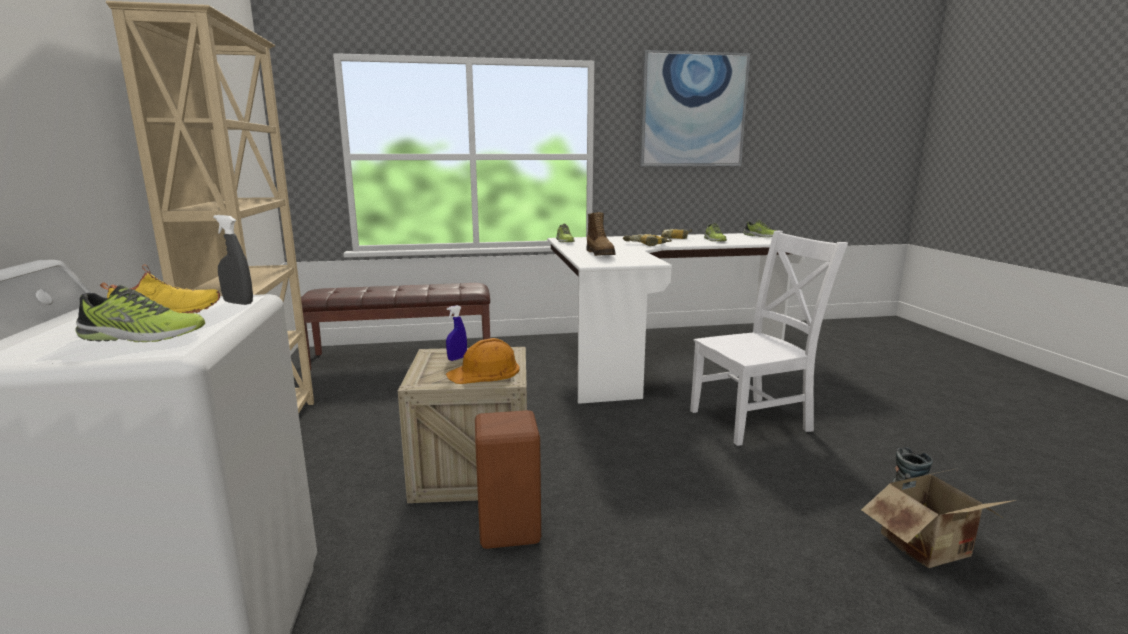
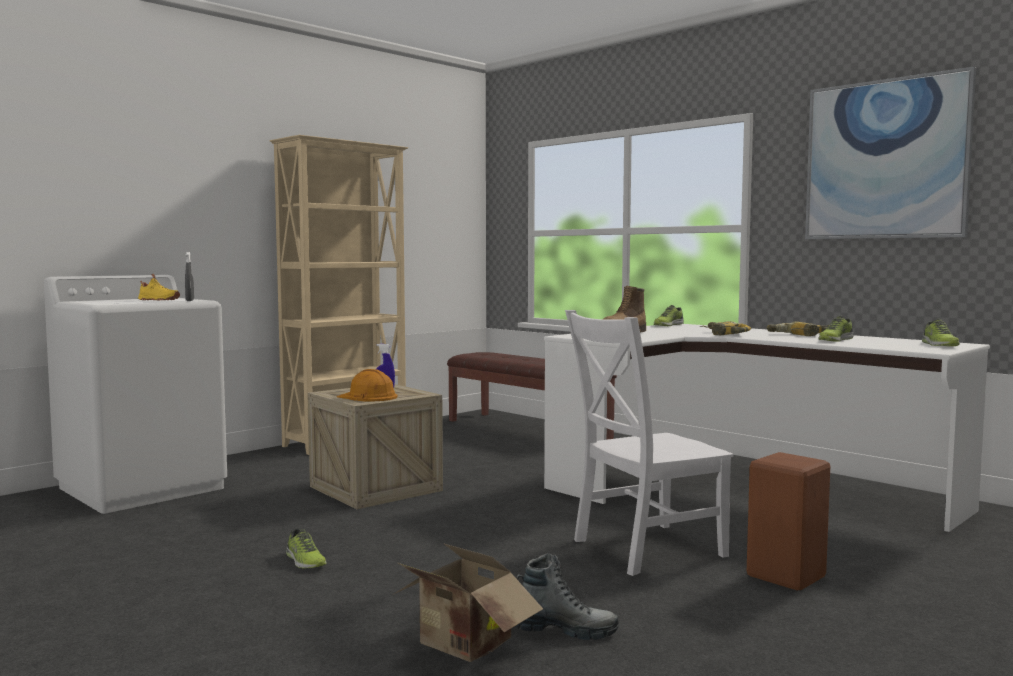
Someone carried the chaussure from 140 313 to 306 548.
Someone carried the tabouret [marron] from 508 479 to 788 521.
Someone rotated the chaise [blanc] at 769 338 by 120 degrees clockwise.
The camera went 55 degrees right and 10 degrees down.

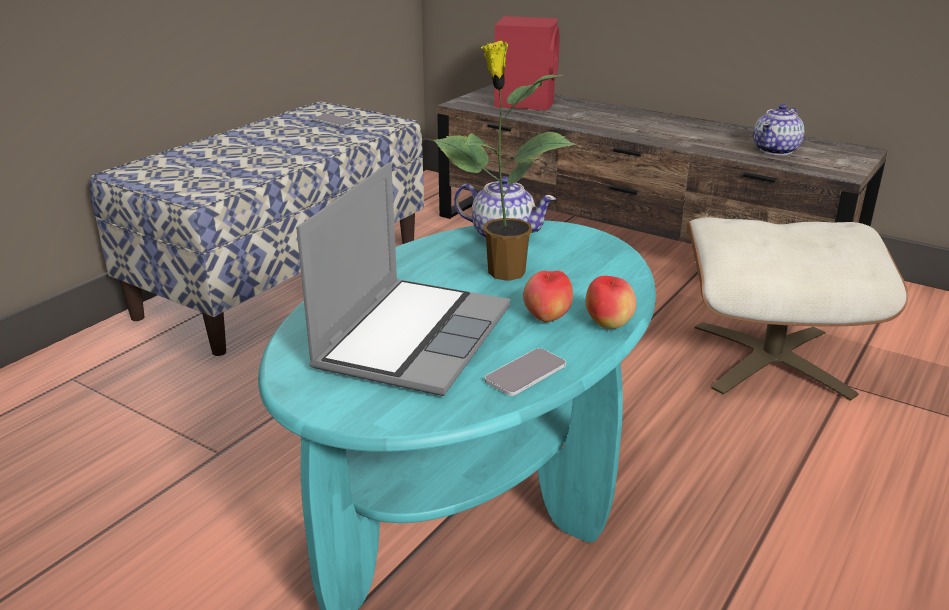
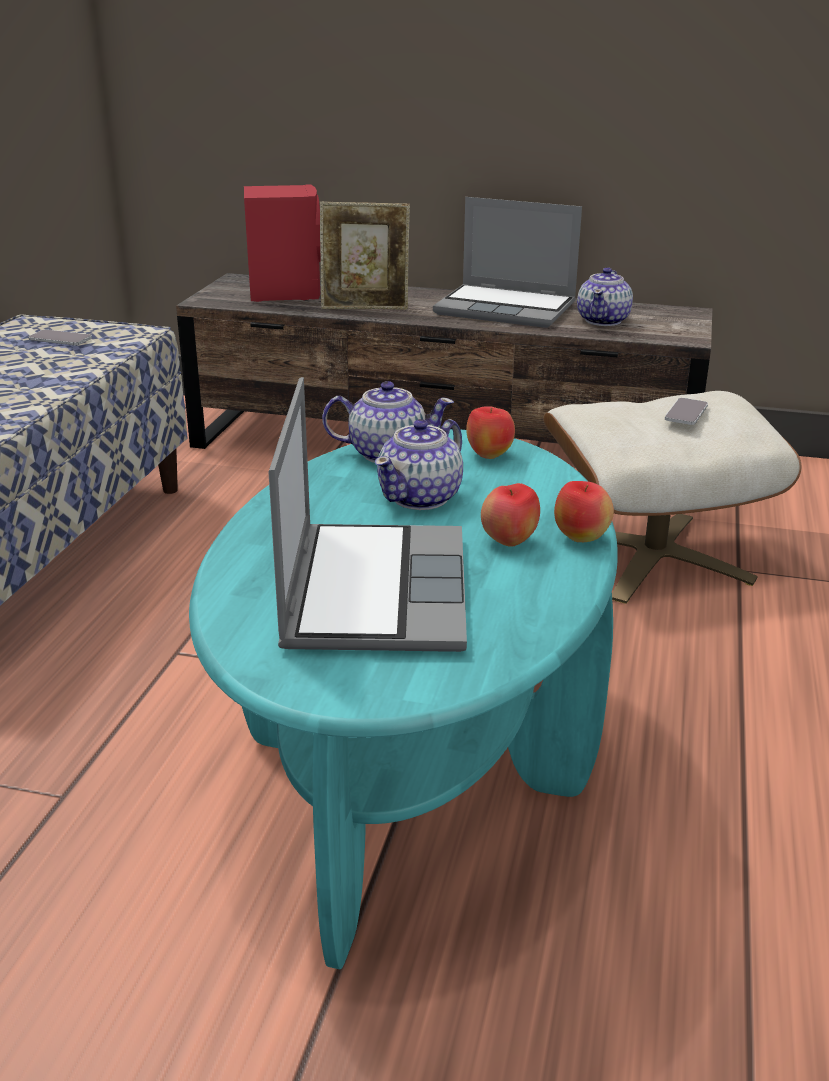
Someone swapped the plante en pot at 504 161 for the théière at 419 464.
Someone carried the téléphone from 525 372 to 686 411.
Someone put down the cadre photo at 365 256.
Someone put down the ordinateur portable at 507 262.
Someone put down the pomme at 490 432.
The camera went 20 degrees left and 0 degrees up.

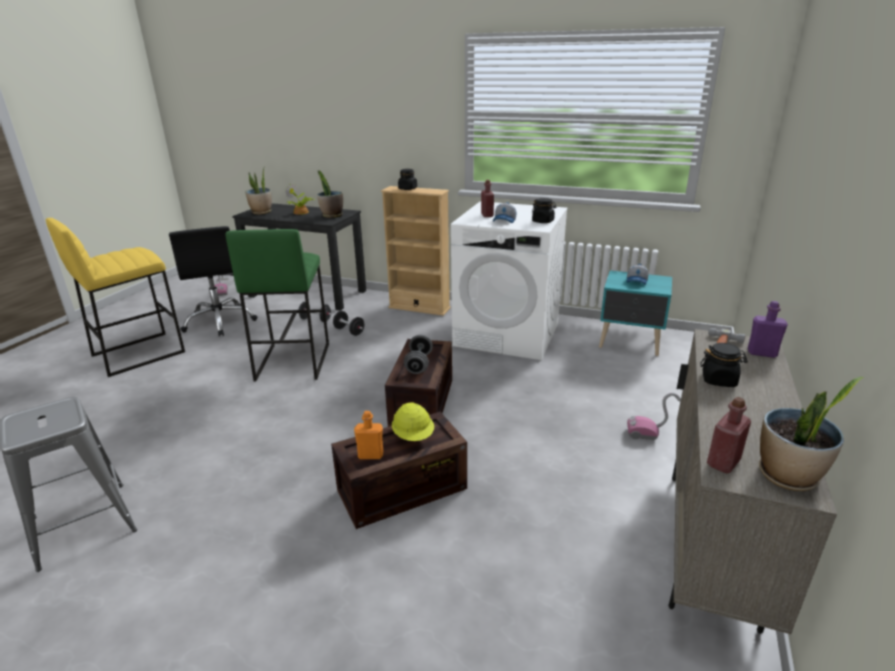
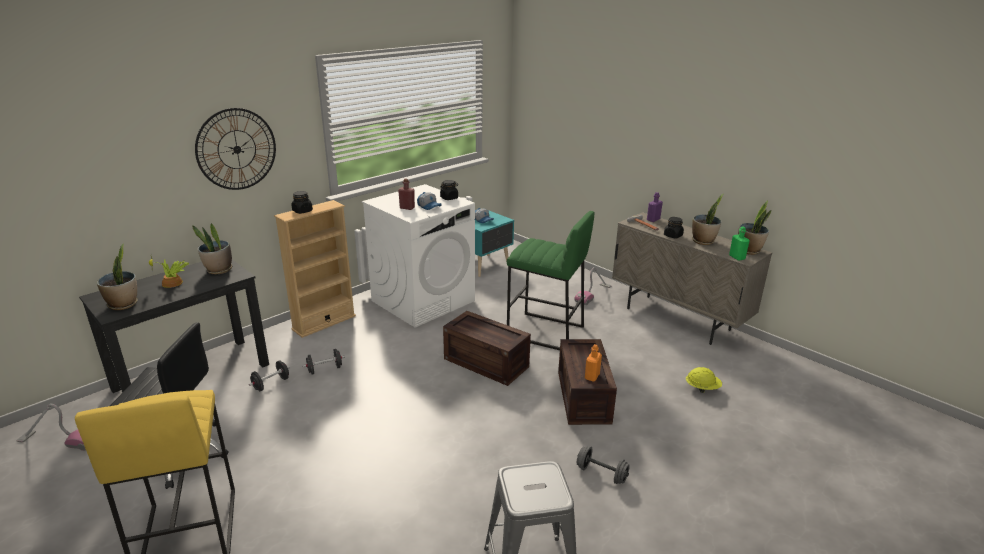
Someone carried the tabouret [vert] from 277 305 to 551 280.
Someone carried the casque de chantier [jaune] from 413 422 to 704 380.
Someone carried the haltère [gris] from 418 354 to 603 465.
Someone repainted the bouteille [rouge] at 729 435, which became the bouteille [vert] at 739 244.
Someone put up the horloge murale at 235 149.
Someone put down the plante en pot at 707 219.
The camera went 65 degrees left and 0 degrees up.

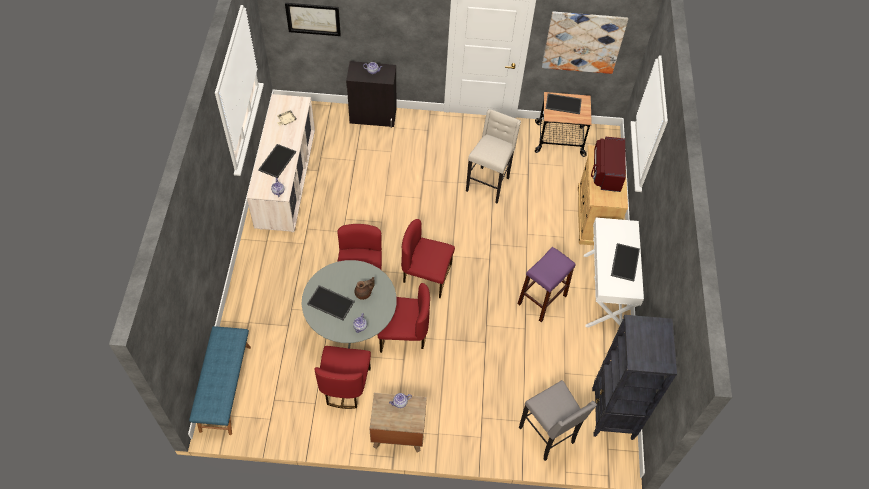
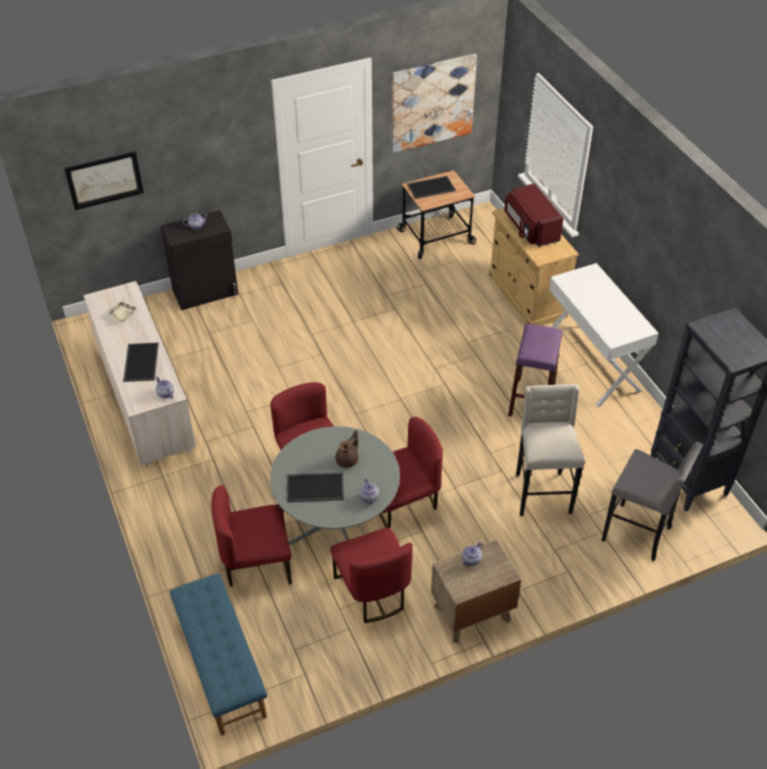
Someone carried the chaise [rouge] from 428 258 to 251 536.
Someone carried the tabouret [beige] from 493 156 to 550 450.
Someone took away the plateau at 625 262.
The camera went 25 degrees left and 10 degrees down.

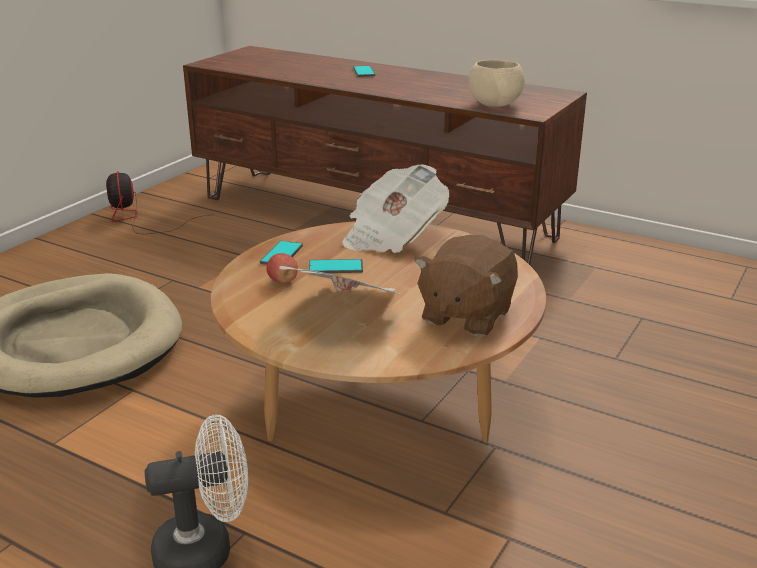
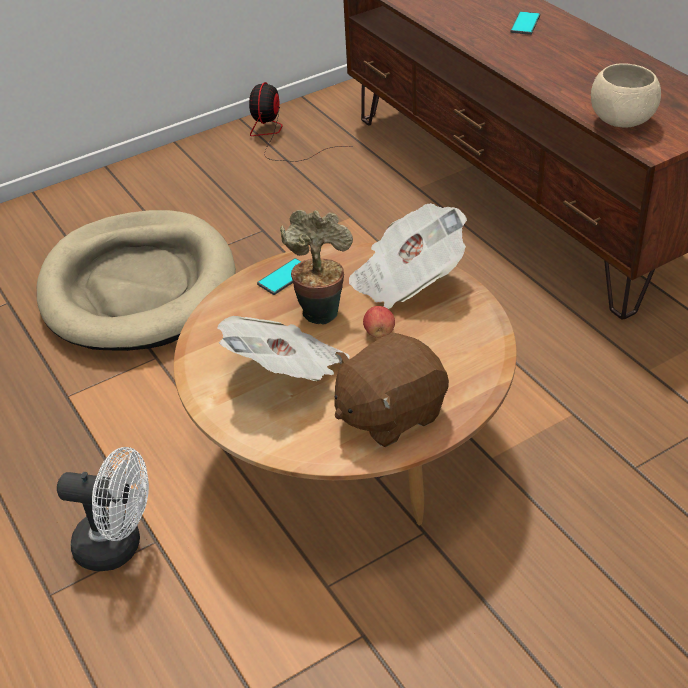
Someone carried the pomme from 282 268 to 379 322.
Someone swapped the téléphone at 336 266 for the plante en pot at 316 267.
The camera went 30 degrees right and 15 degrees up.

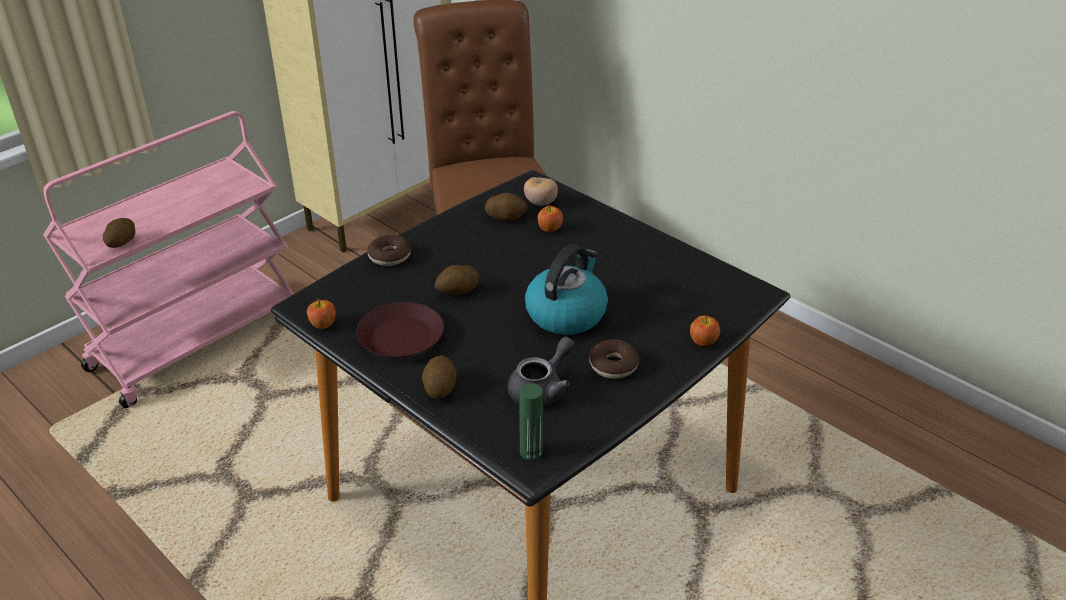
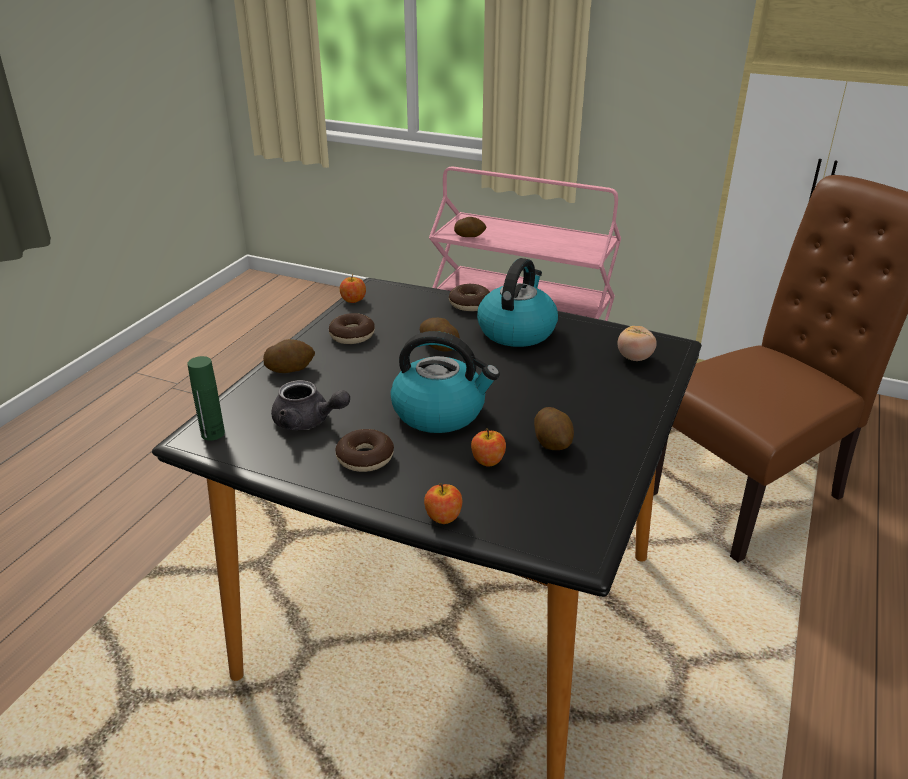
Someone swapped the assiette [marron] at 400 330 for the beignet at 352 328.
Someone carried the pomme de terre from 506 207 to 554 428.
Someone carried the pomme from 550 219 to 488 447.
Someone put down the bouilloire at 517 302.
The camera went 70 degrees right and 5 degrees down.

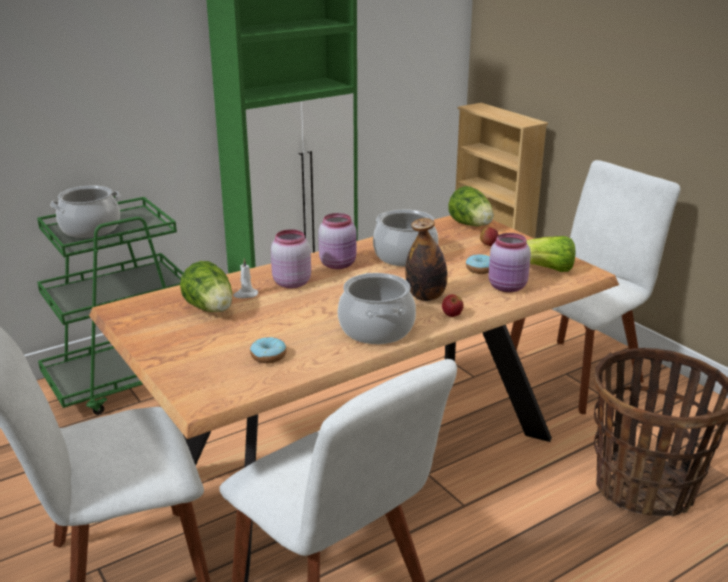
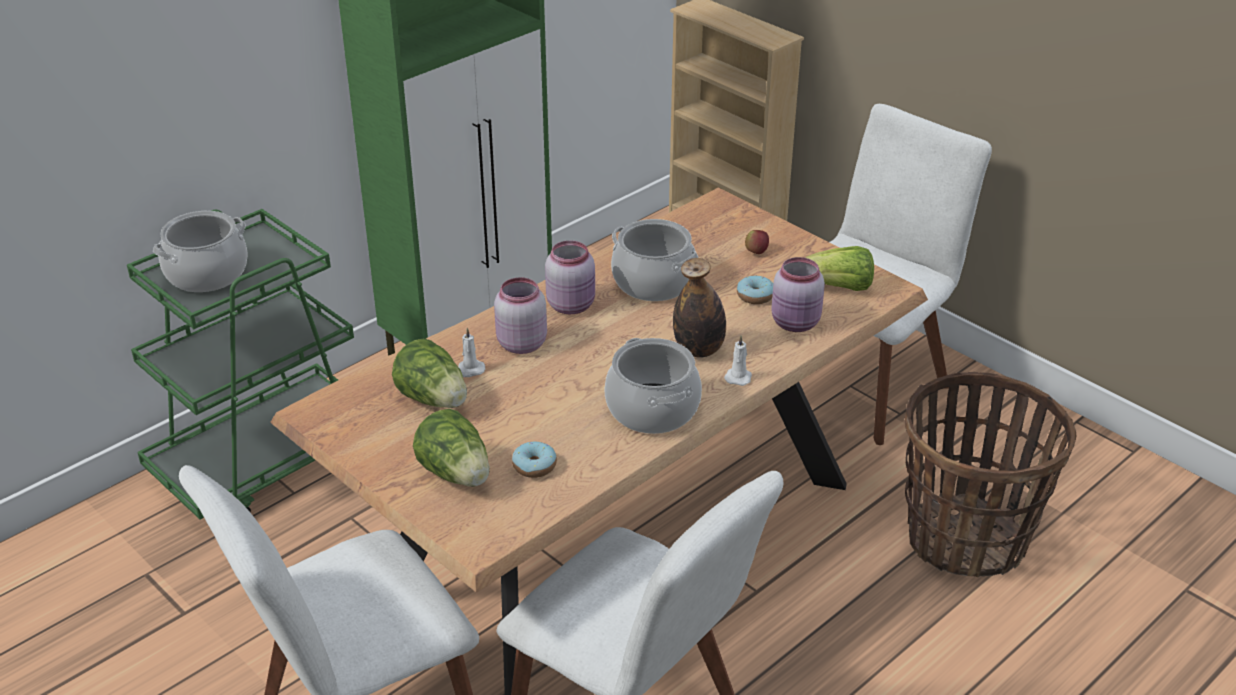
Someone swapped the pomme at 452 305 for the bougie [blanc] at 738 361.
Someone carried the laitue from 471 206 to 451 448.
The camera went 10 degrees left and 10 degrees up.

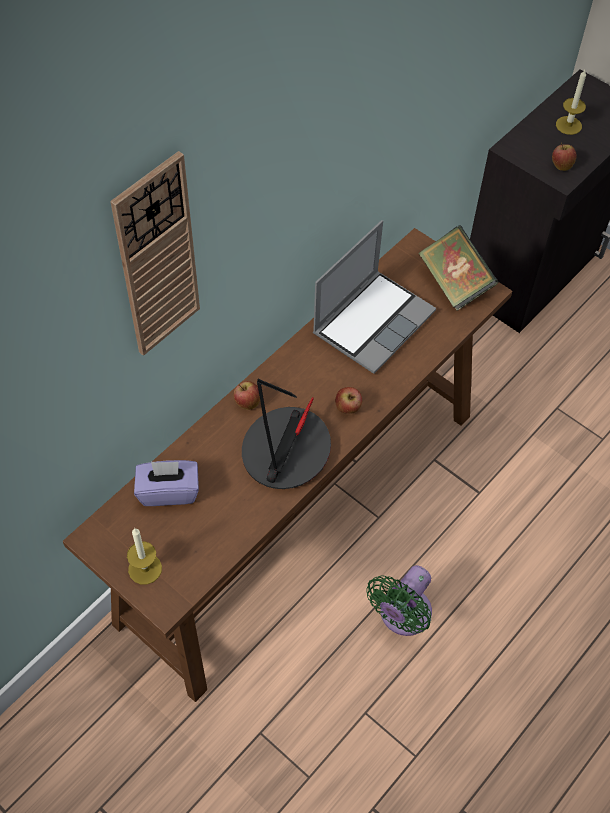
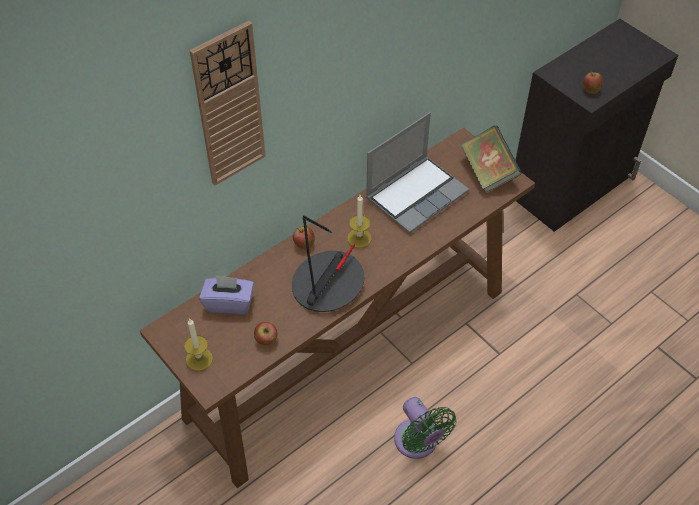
Someone carried the pomme from 348 400 to 266 333.
Someone rotated the ventilateur [vert] at 399 600 by 75 degrees counterclockwise.
Someone carried the bougie from 571 102 to 359 221.
The camera went 10 degrees right and 5 degrees down.

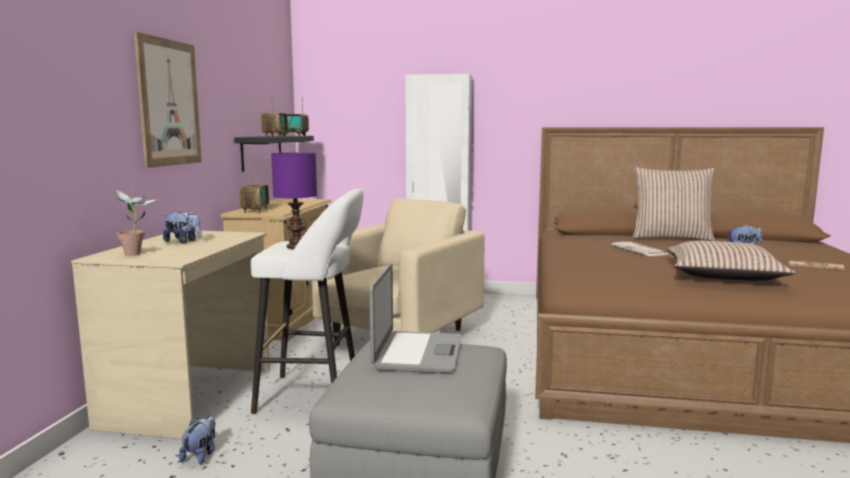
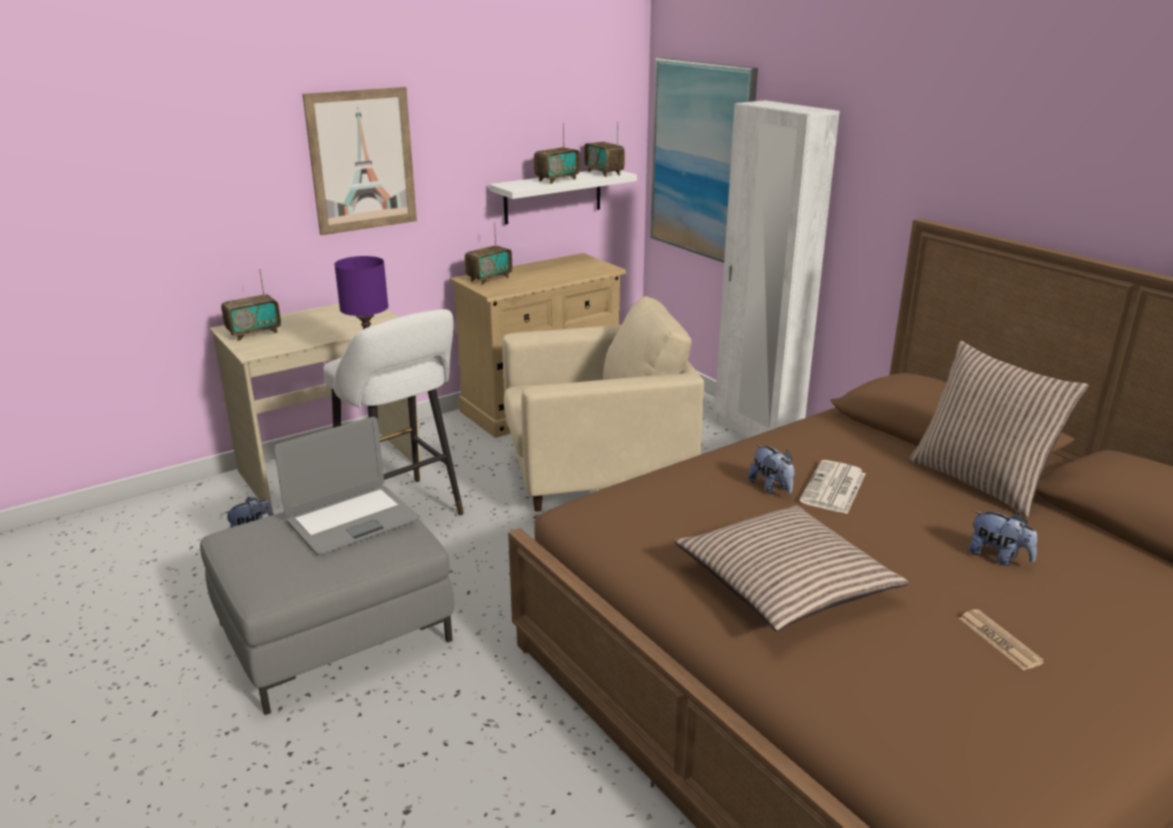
Someone swapped the plante en pot at 136 222 for the radio at 251 305.
Someone carried the peluche from 182 226 to 771 469.
Someone repainted the étagère [noir] at 274 154, which became the étagère [blanc] at 563 197.
Someone put up the tableau at 704 160.
The camera went 45 degrees right and 15 degrees up.

